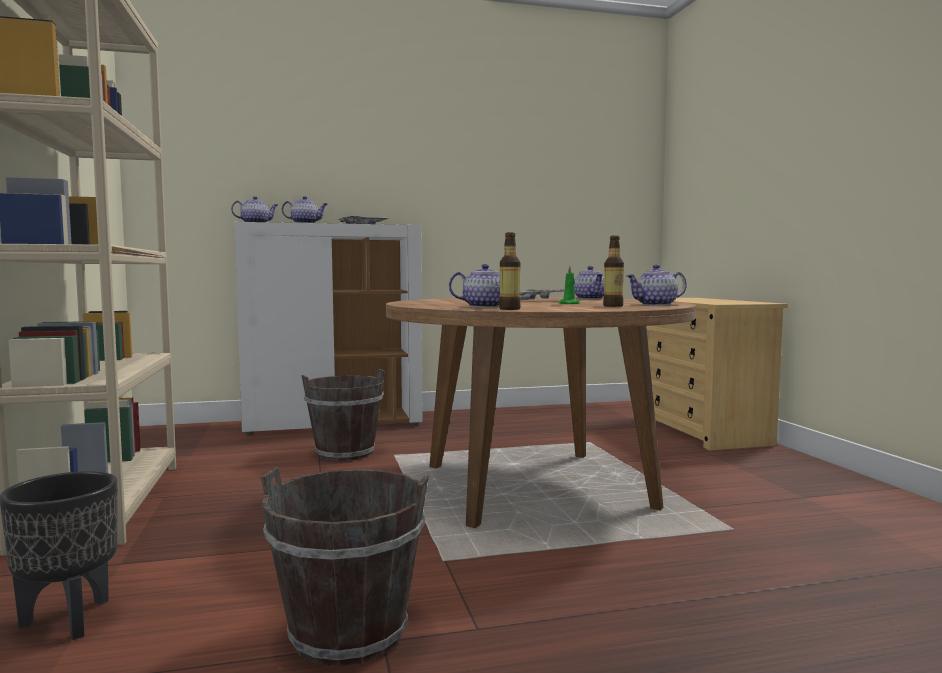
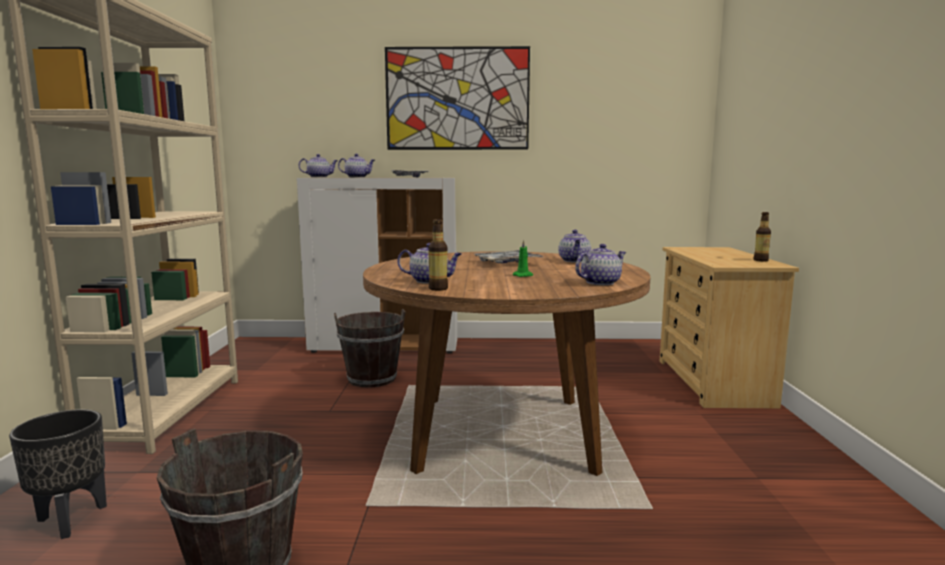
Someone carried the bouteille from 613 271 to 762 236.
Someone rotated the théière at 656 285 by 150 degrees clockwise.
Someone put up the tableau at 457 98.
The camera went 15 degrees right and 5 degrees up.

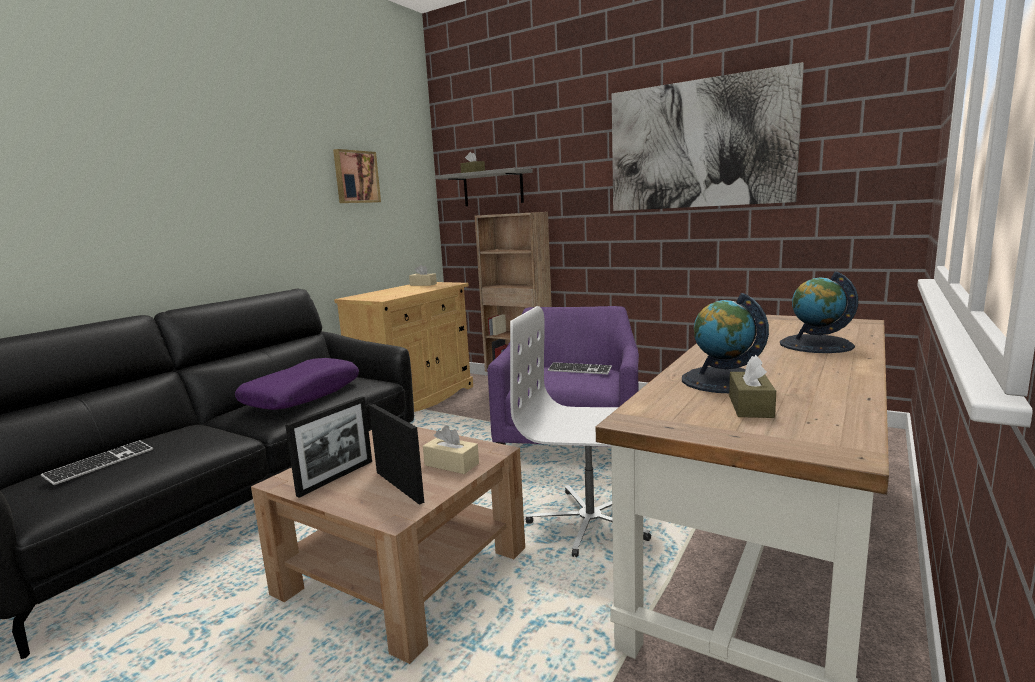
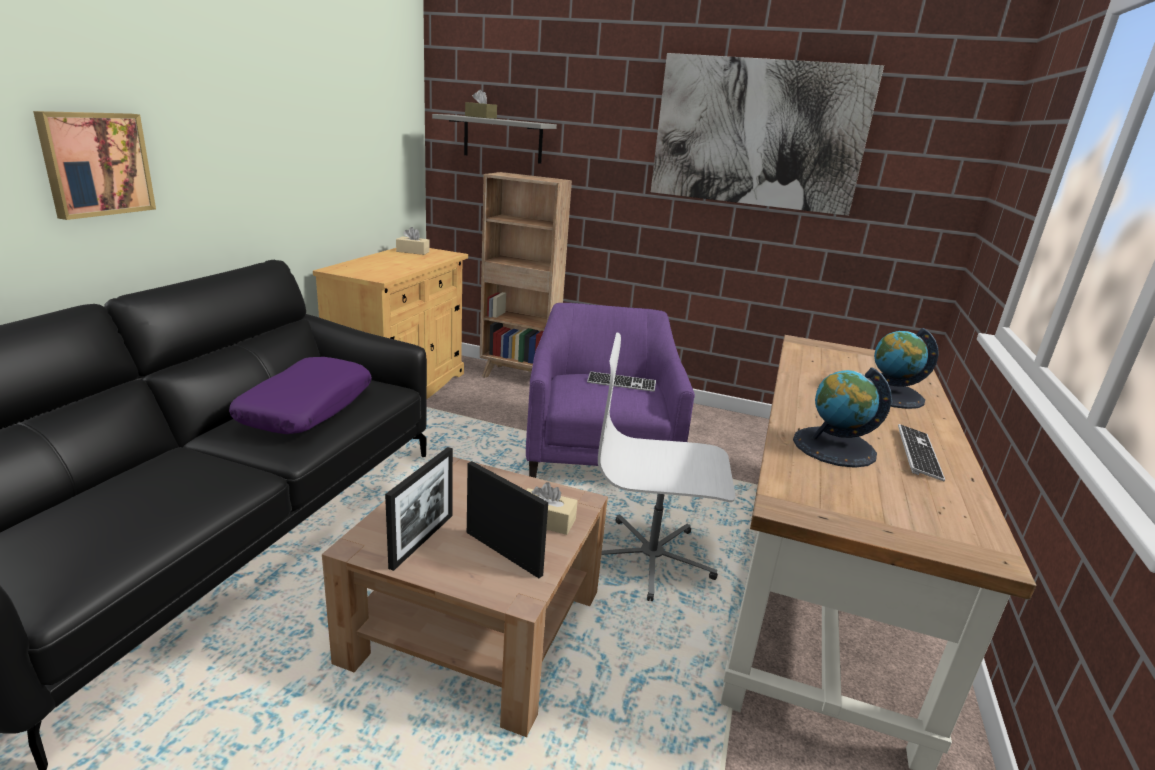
Someone carried the clavier from 97 462 to 921 452.
Someone carried the tableau from 357 176 to 94 165.
Someone took away the boîte à mouchoirs [marron] at 752 386.
The camera went 15 degrees left and 10 degrees up.

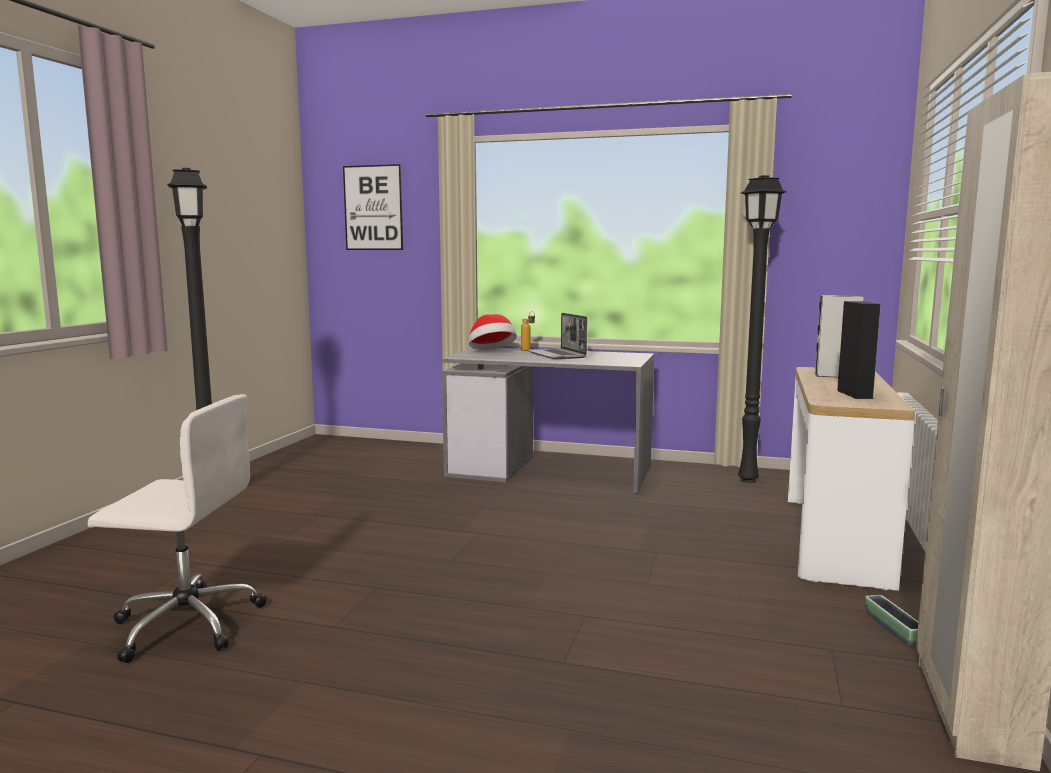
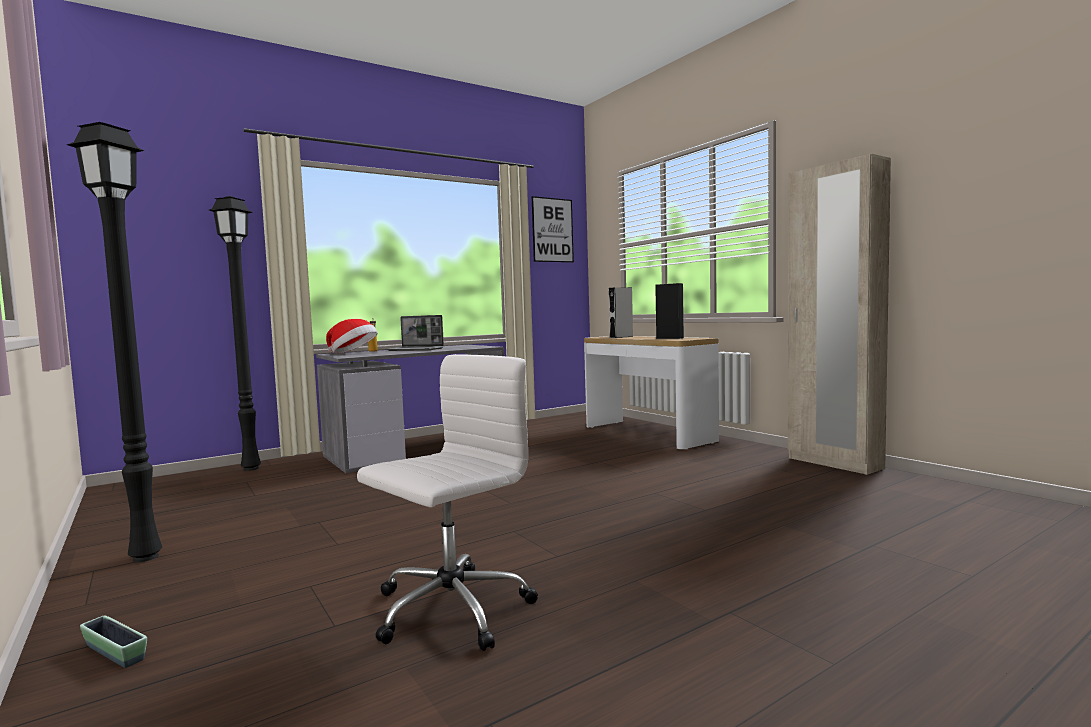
Someone carried the tableau from 373 207 to 553 229.
Someone carried the lampadaire [noir] from 762 329 to 235 333.
Someone carried the cache-pot from 892 620 to 113 641.
The camera went 50 degrees left and 5 degrees down.

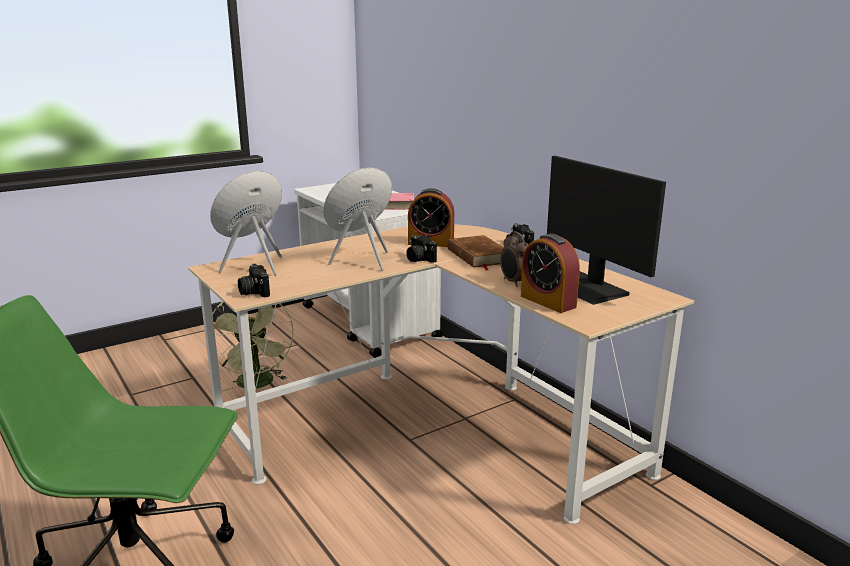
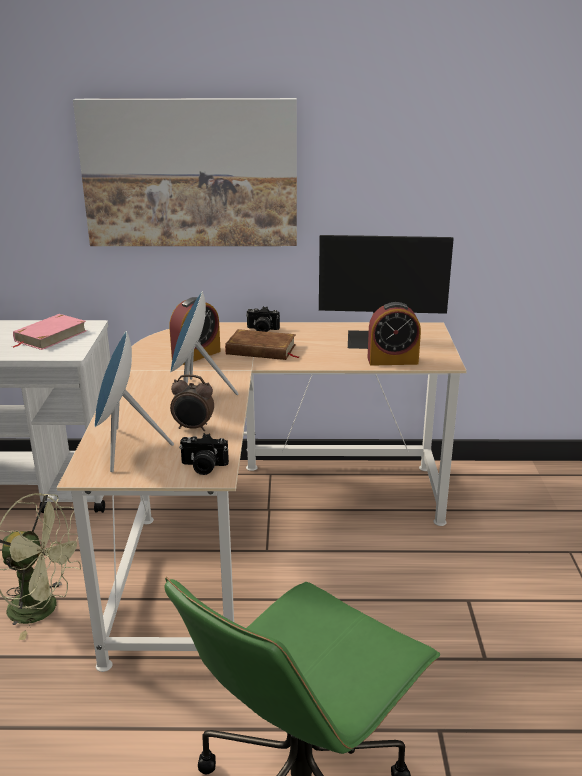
Someone took away the appareil photo at 421 249.
Someone carried the réveil from 514 259 to 192 402.
Someone put up the tableau at 185 172.
The camera went 55 degrees left and 5 degrees up.

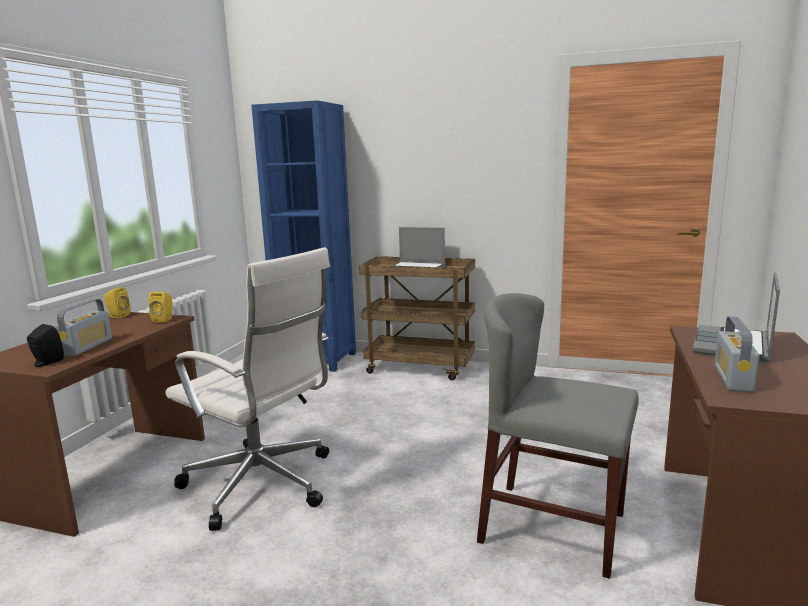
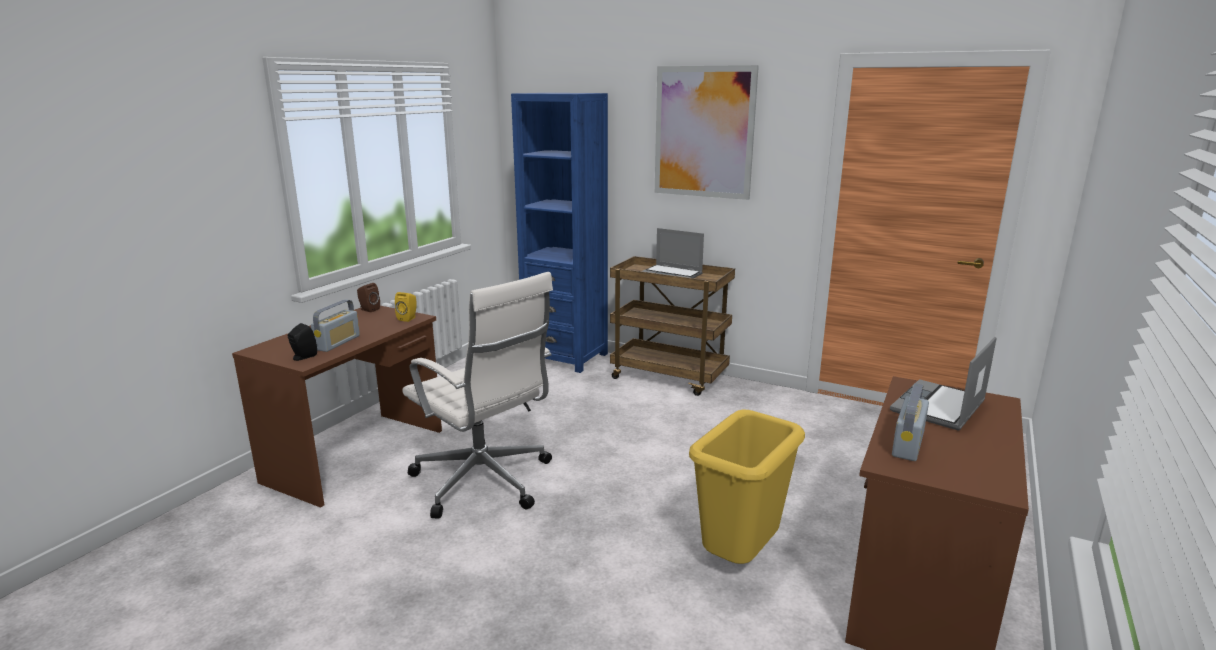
Someone repainted the enceinte [jaune] at 117 302, which became the enceinte [marron] at 368 297.
Someone swapped the chaise [gris] at 558 436 for the poubelle [jaune] at 747 487.
Someone put up the tableau at 707 132.
The camera went 10 degrees right and 5 degrees up.

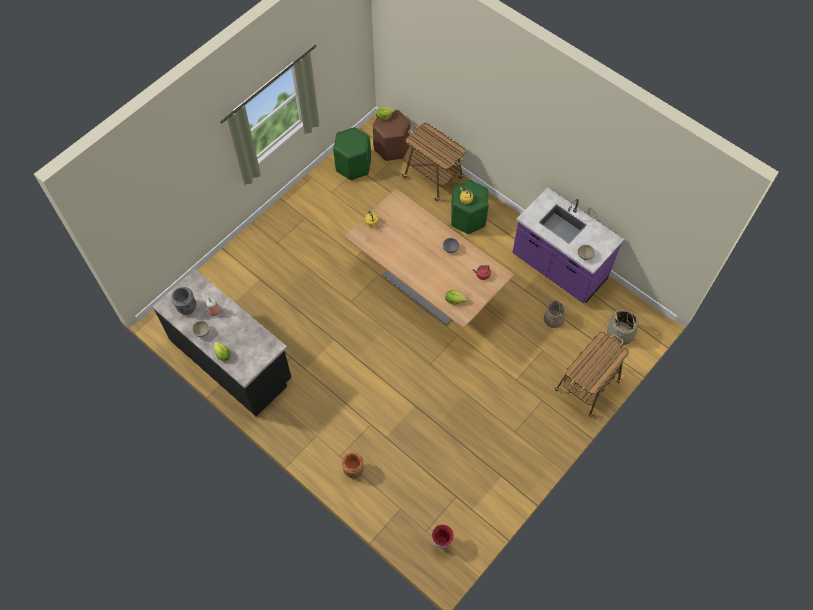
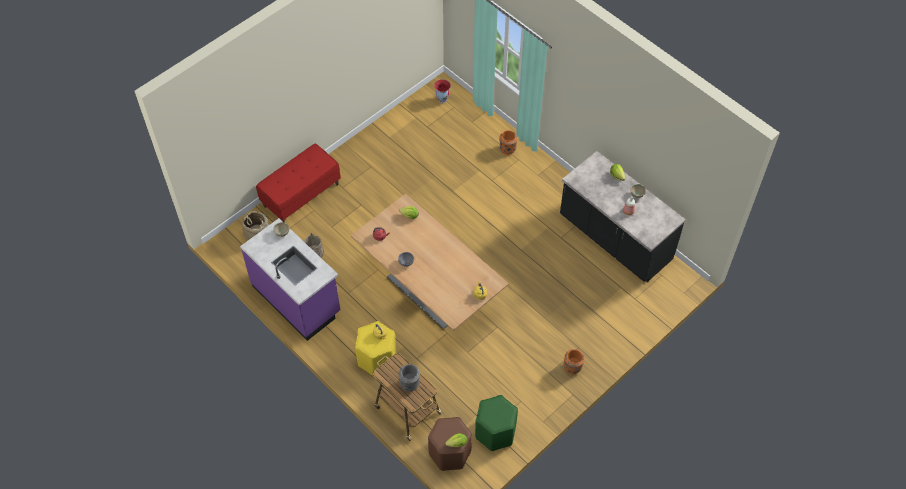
Someone carried the vase [gris] from 183 301 to 409 378.
Someone repainted the tabouret [vert] at 470 207, which became the tabouret [jaune] at 375 348.
Someone swapped the chariot at 592 374 for the banc [rouge] at 298 183.
Someone put down the vase [orange] at 574 361.
The camera went 175 degrees left and 5 degrees down.

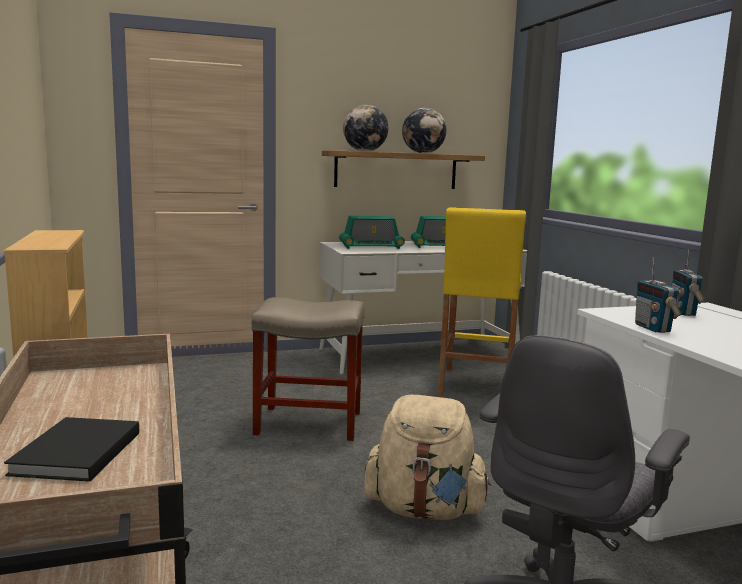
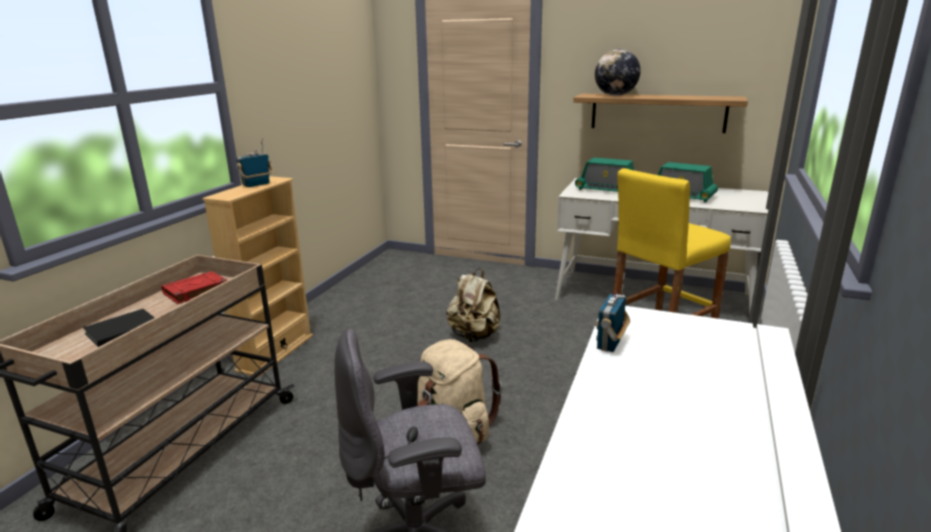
Someone swapped the tabouret [beige] at 308 369 for the sac à dos [beige] at 473 305.
Someone took away the globe at 424 130.
Someone carried the radio from 688 282 to 254 162.
Someone put down the livre [rouge] at 194 287.
The camera went 40 degrees right and 10 degrees up.

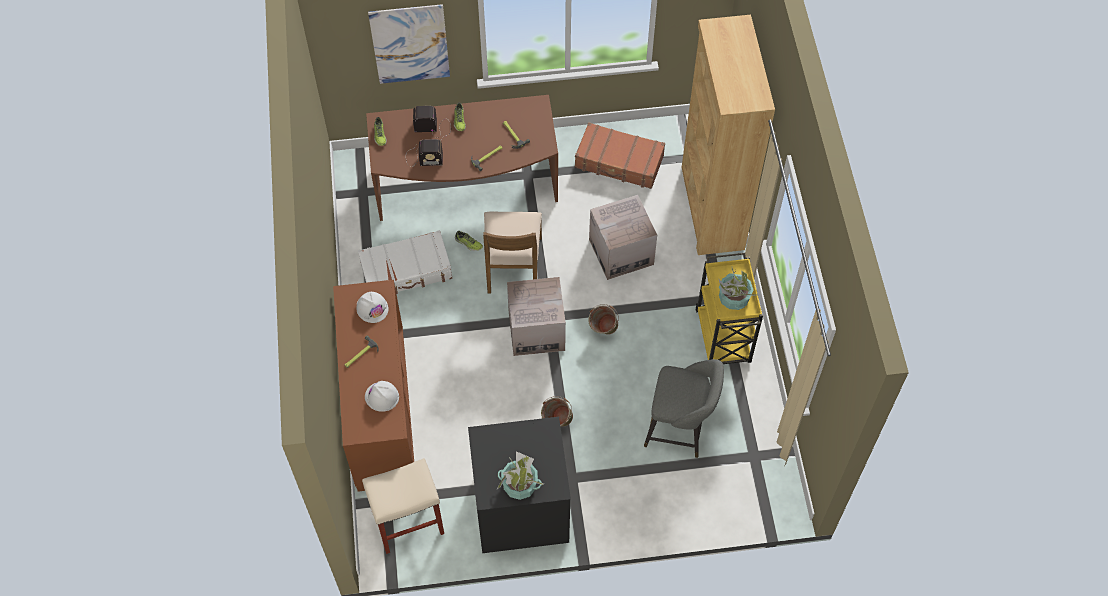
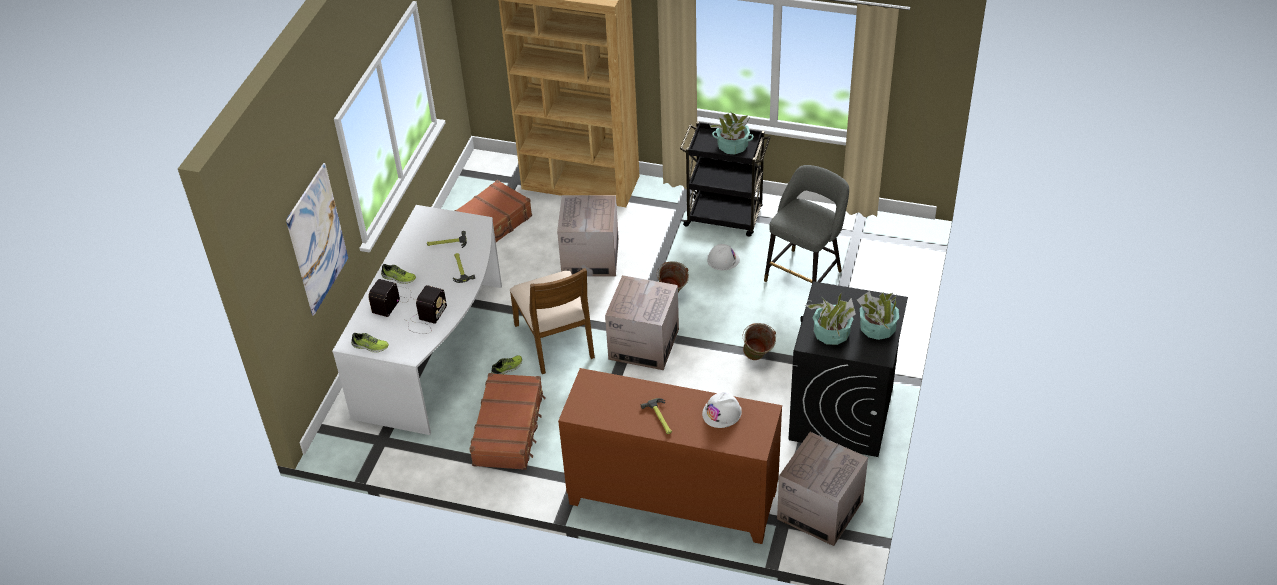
Someone carried the casque de chantier [blanc] from 372 307 to 723 257.
Someone repainted the valise [blanc] at 405 262, which became the valise [marron] at 507 421.
Someone swapped the tabouret [beige] at 403 506 for the carton at 822 489.
Someone repainted the bureau [marron] at 462 158, which became the bureau [blanc] at 417 320.
Someone rotated the chaise [marron] at 512 253 by 45 degrees clockwise.
Someone repainted the chariot [jaune] at 729 308, which became the chariot [noir] at 725 179.
Someone put down the plante en pot at 830 318.
The camera went 65 degrees left and 15 degrees down.

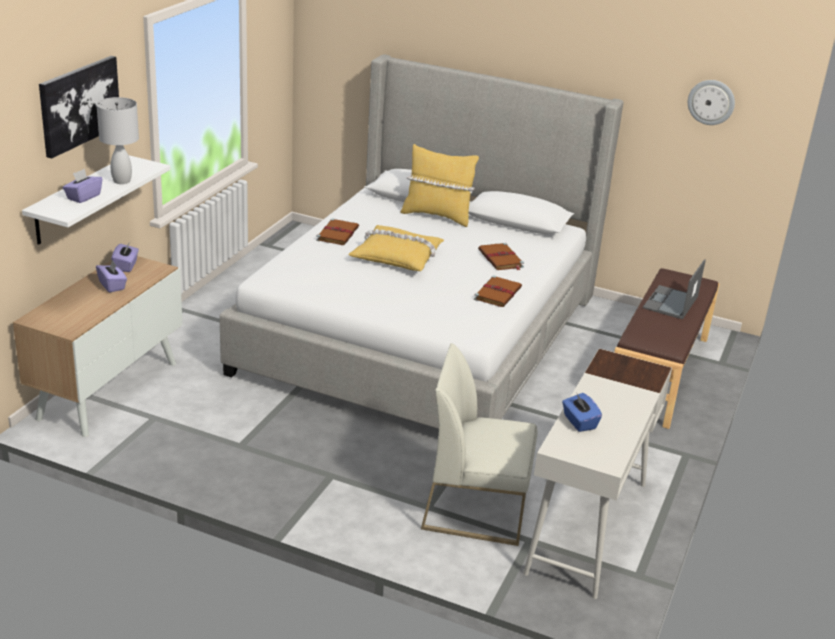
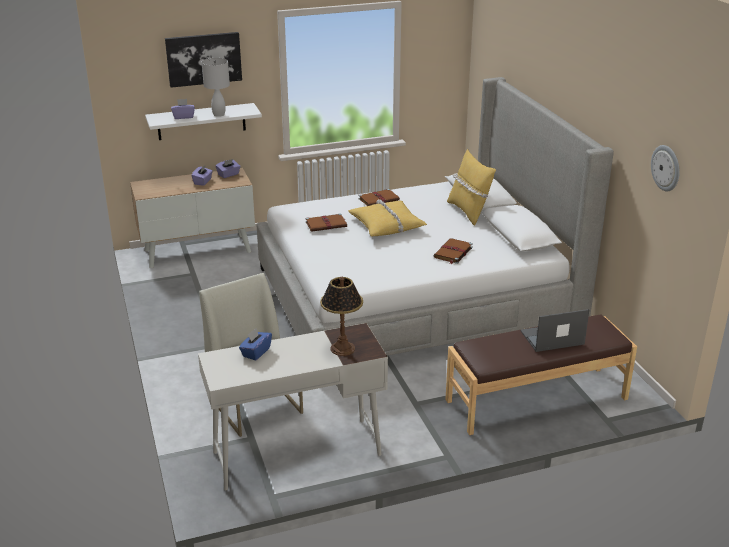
Someone carried the livre [marron] from 498 291 to 326 222.
Someone put down the lampe de table at 341 316.
The camera went 50 degrees right and 0 degrees up.

